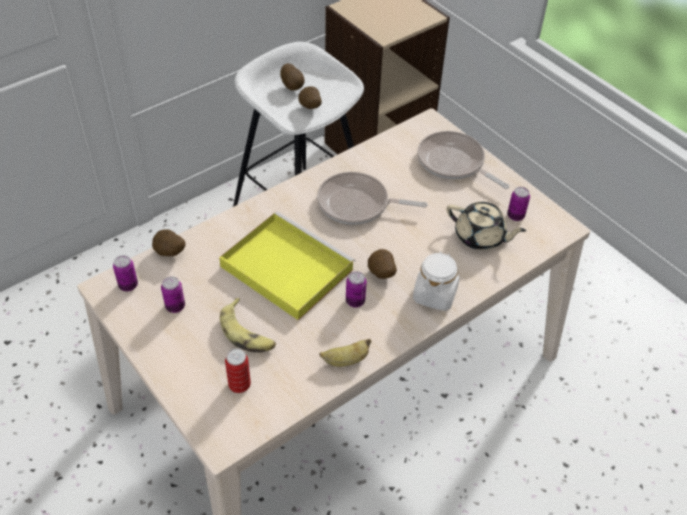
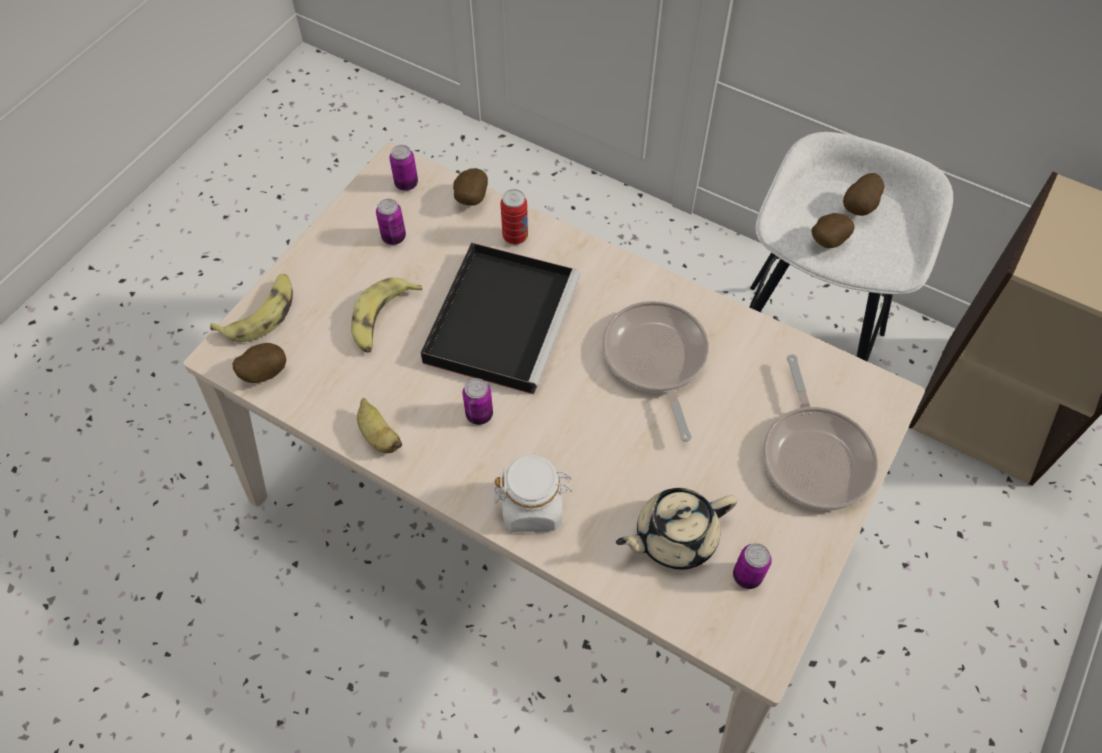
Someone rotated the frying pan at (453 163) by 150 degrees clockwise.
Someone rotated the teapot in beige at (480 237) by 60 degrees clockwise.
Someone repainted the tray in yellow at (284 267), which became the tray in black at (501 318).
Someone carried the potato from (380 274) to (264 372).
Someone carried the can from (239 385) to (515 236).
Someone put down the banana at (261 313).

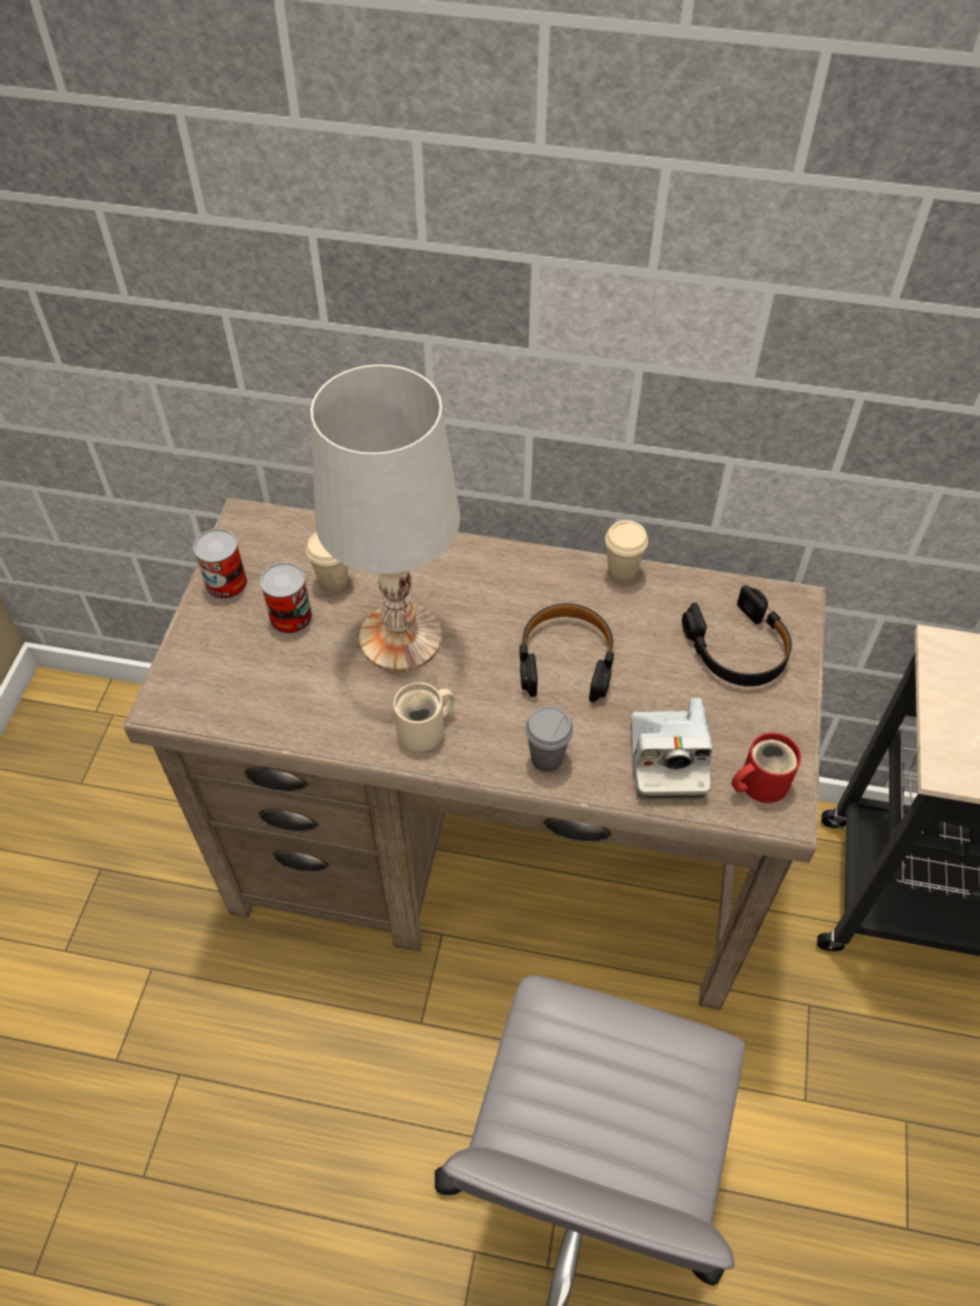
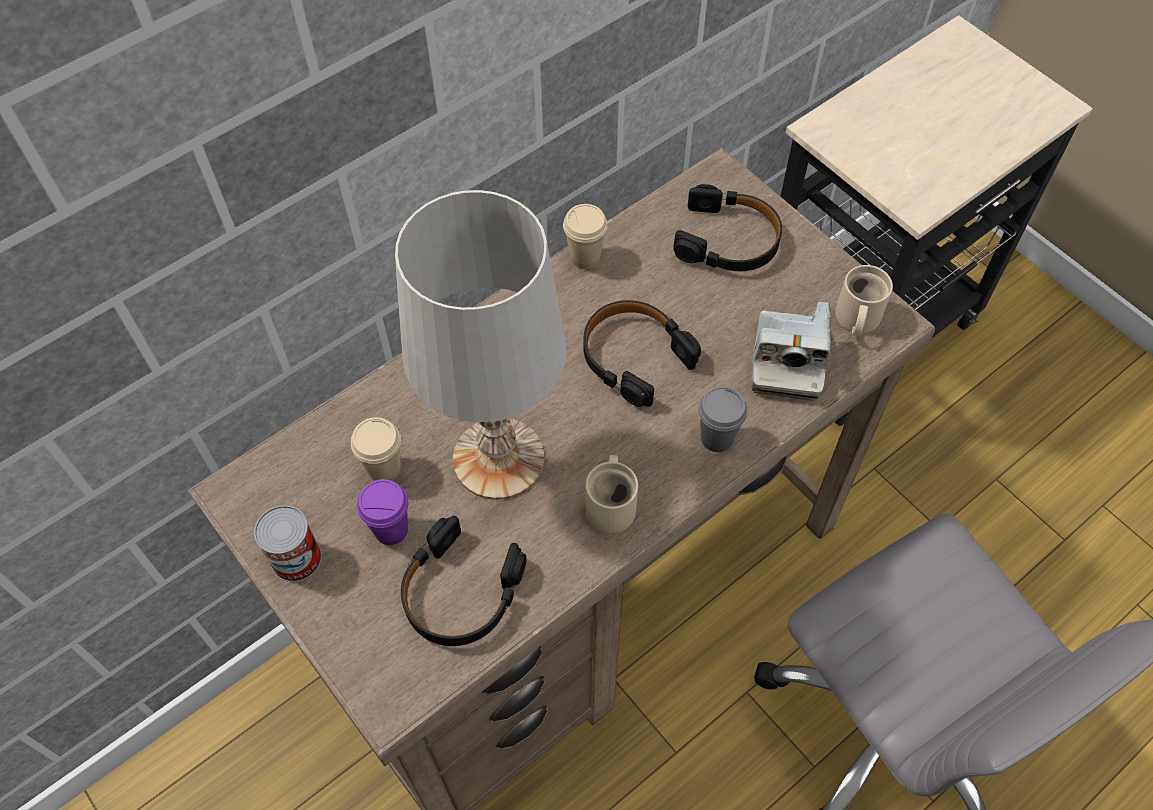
Someone swapped the can at (291 617) for the cup in purple at (391 530).
Someone rotated the photo camera at (666 760) by 60 degrees clockwise.
Someone repainted the mug in red at (759 782), which became the mug in beige at (855 318).
Someone put down the headphones in black at (460 592).

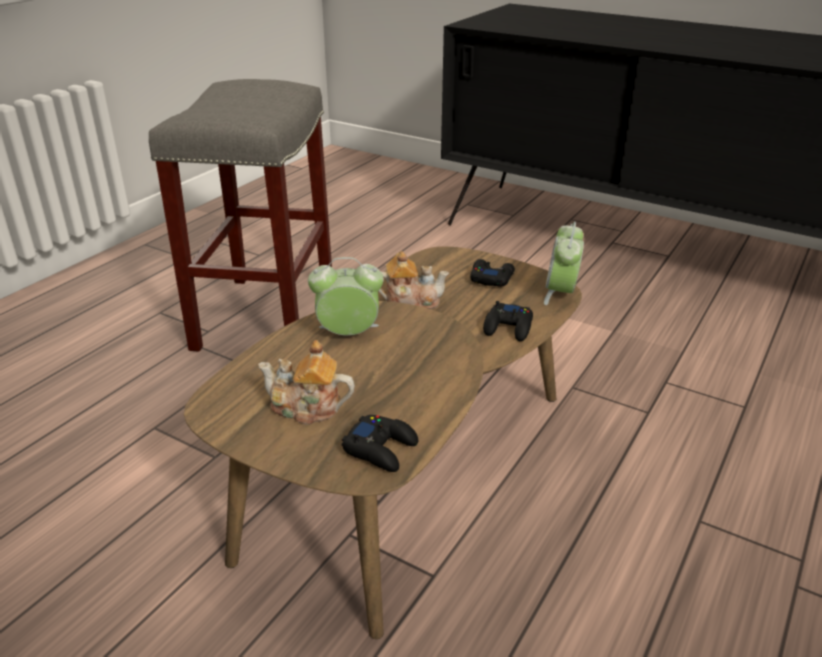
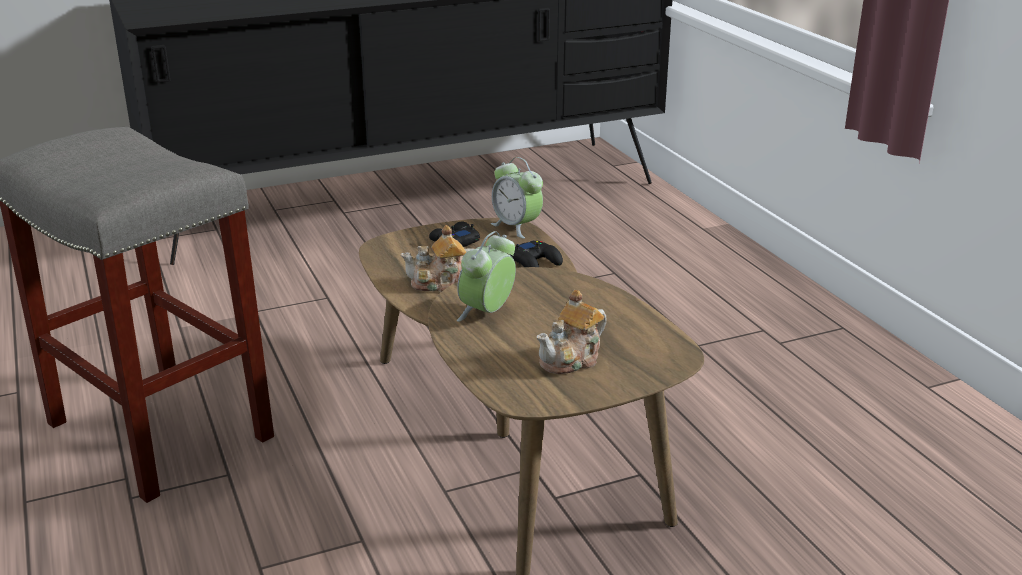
Someone rotated the teapot at (411 301) by 135 degrees counterclockwise.
Someone took away the game controller in black at (381 449).

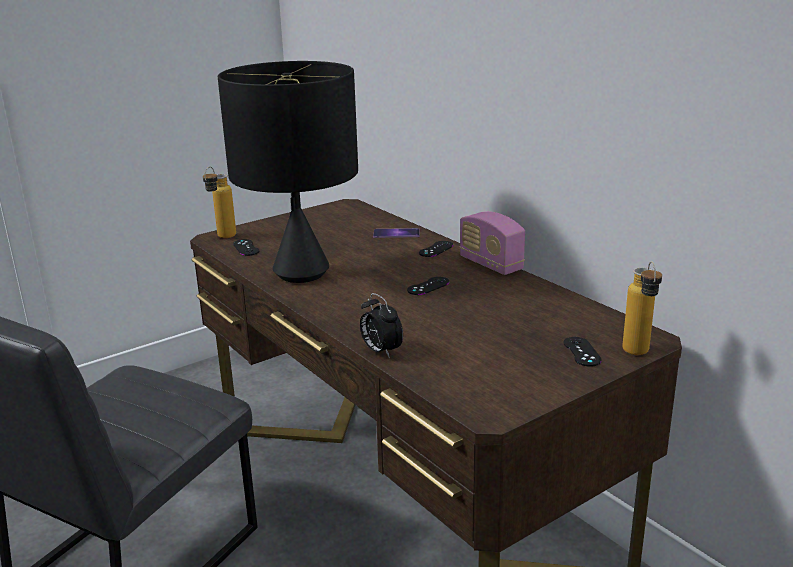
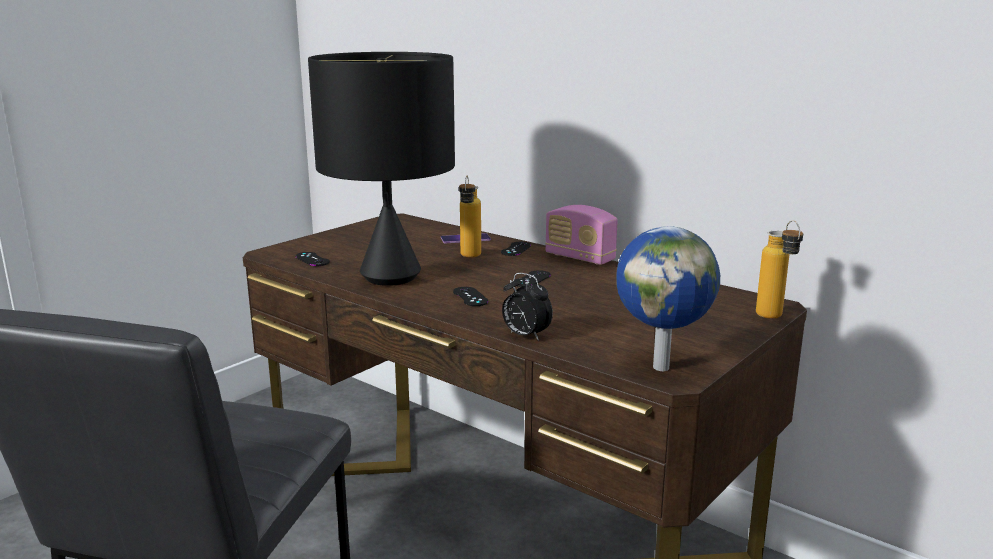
Someone carried the bottle from (222 238) to (469 257).
Someone carried the game controller in black from (582 352) to (470 297).
Someone put down the globe at (662 367).

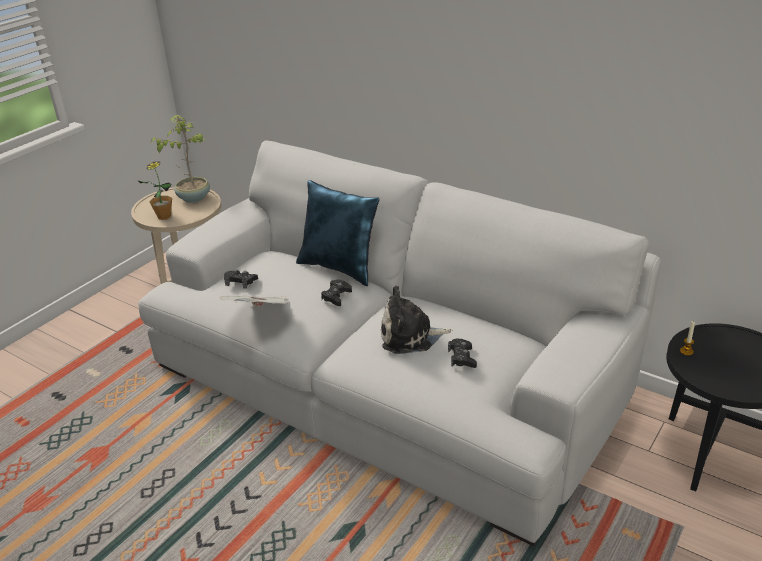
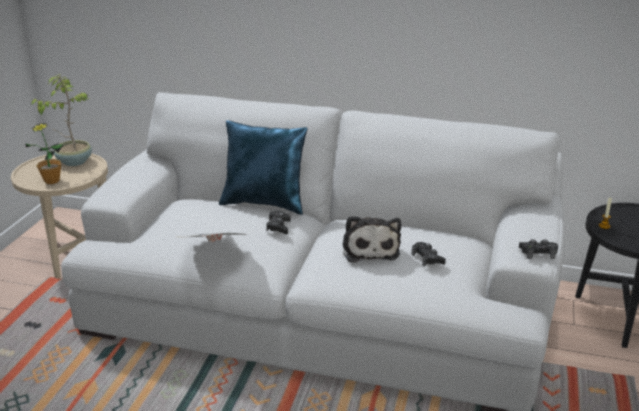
Someone carried the game controller in black from (240 282) to (538 253).
Someone rotated the plush toy at (410 336) by 75 degrees counterclockwise.

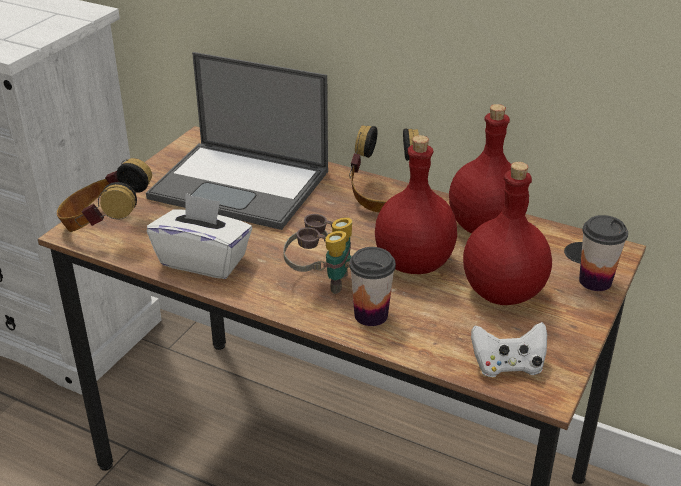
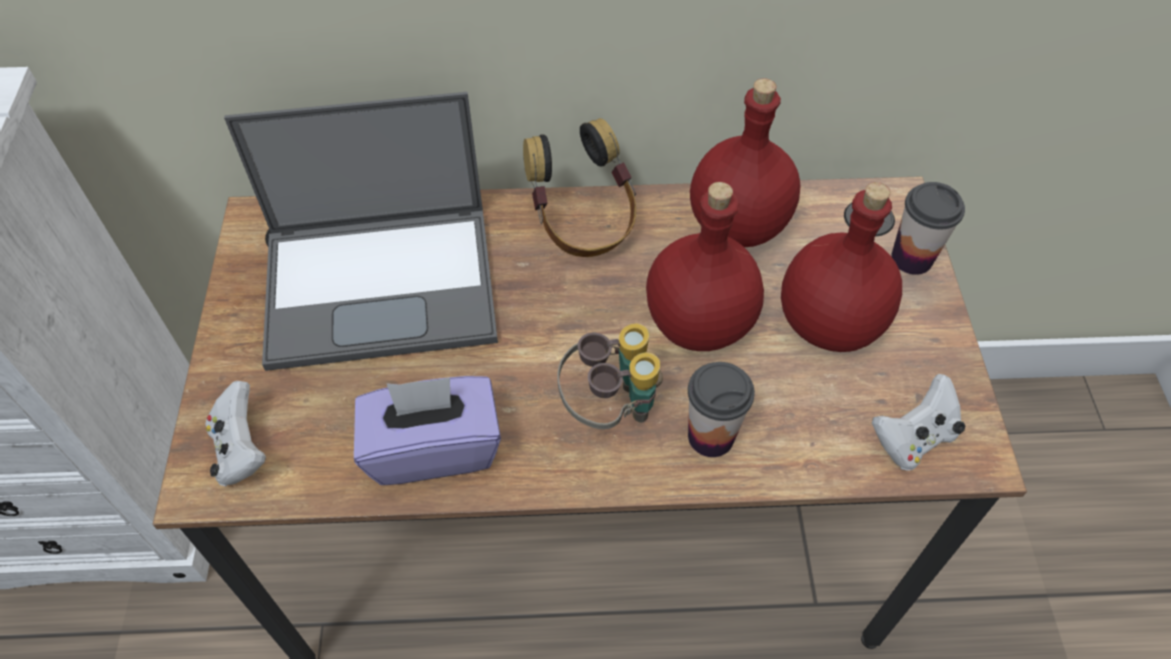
Someone swapped the headphones at (105 226) for the game controller in white at (241 450).
Someone repainted the tissue box in white at (204 260), which became the tissue box in purple at (433 448).

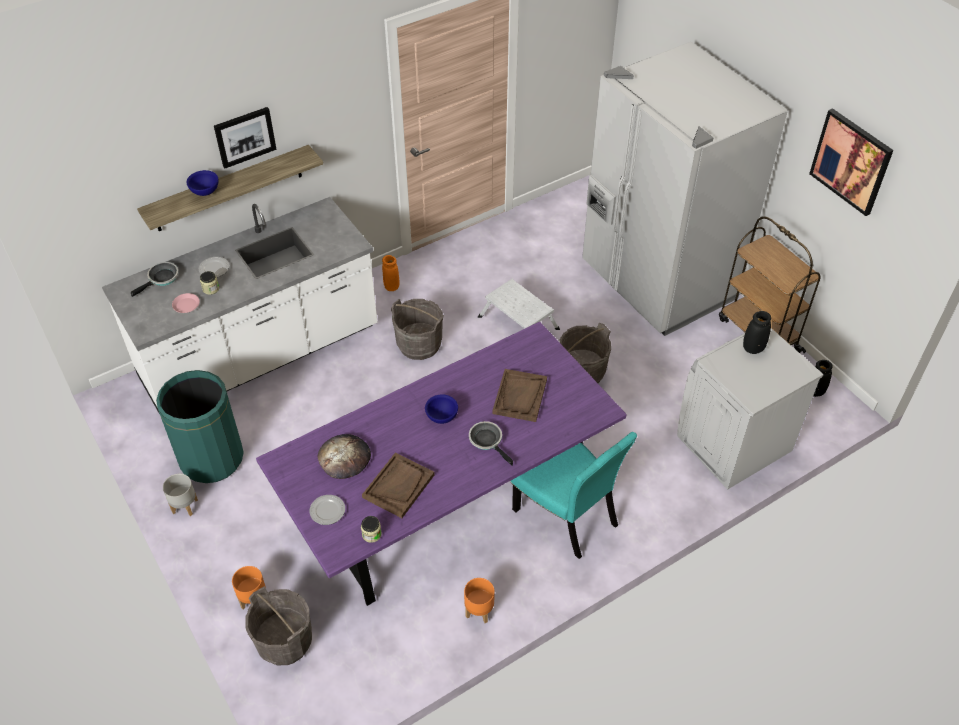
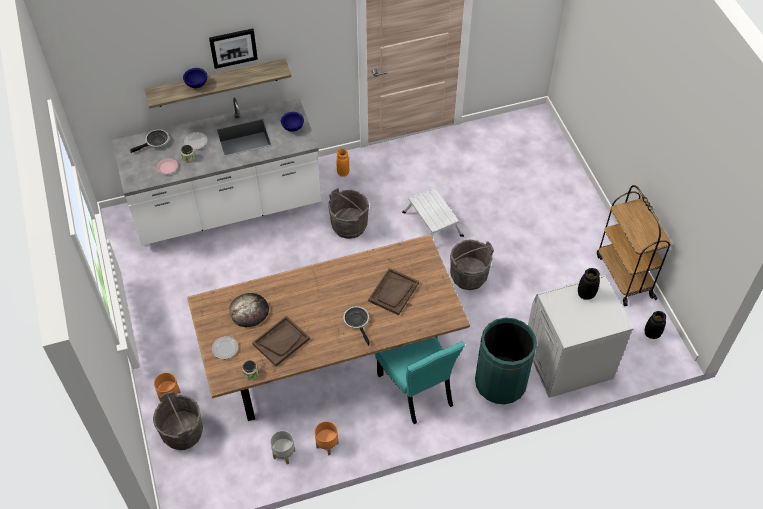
Someone took away the fridge in white at (658 281).
Someone took away the picture at (851 161).
Someone repainted the dining table in purple at (447 500), which became the dining table in brown at (330 355).
Someone carried the trash can in green from (212 458) to (500 382).
Someone carried the bowl in blue from (441 416) to (293 127).
Someone carried the planter in grey from (184 506) to (283 454).

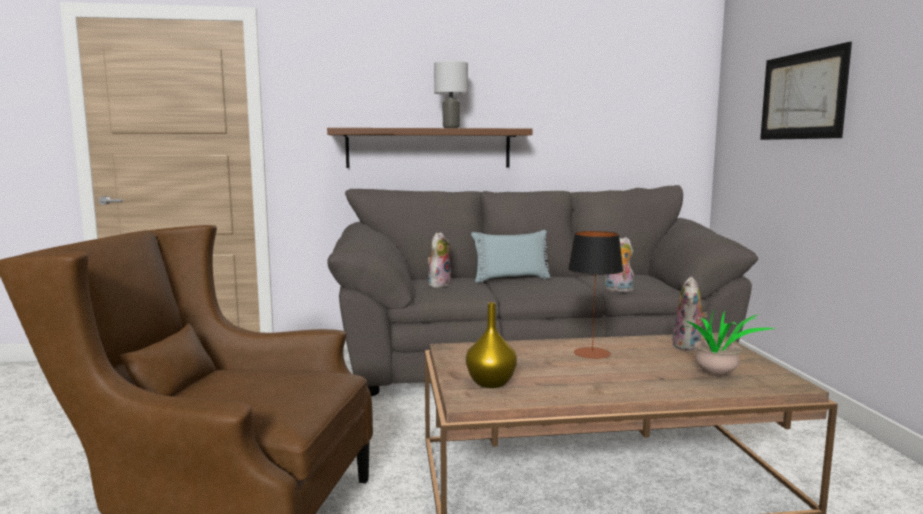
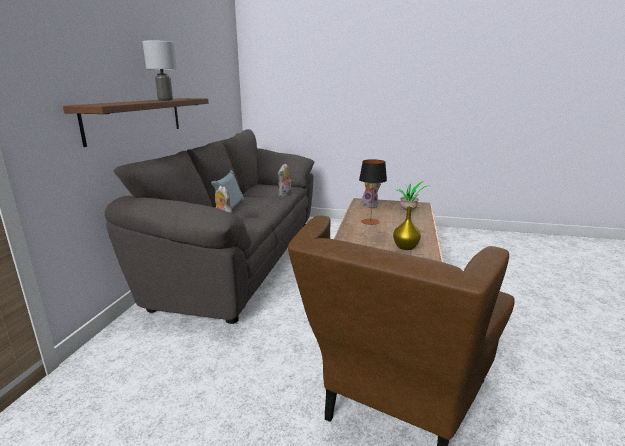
Someone took away the picture at (802 96).

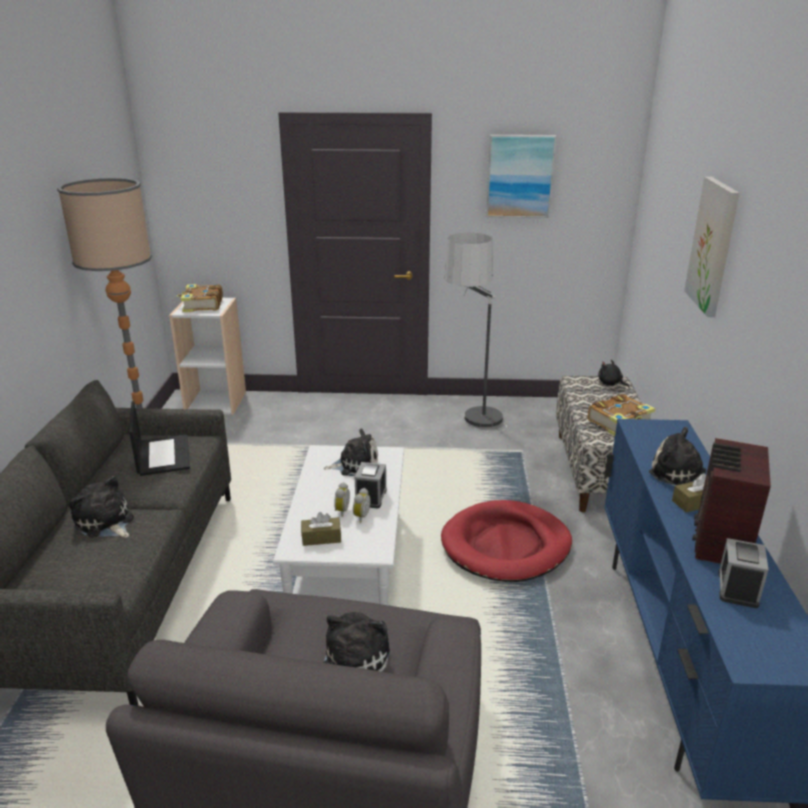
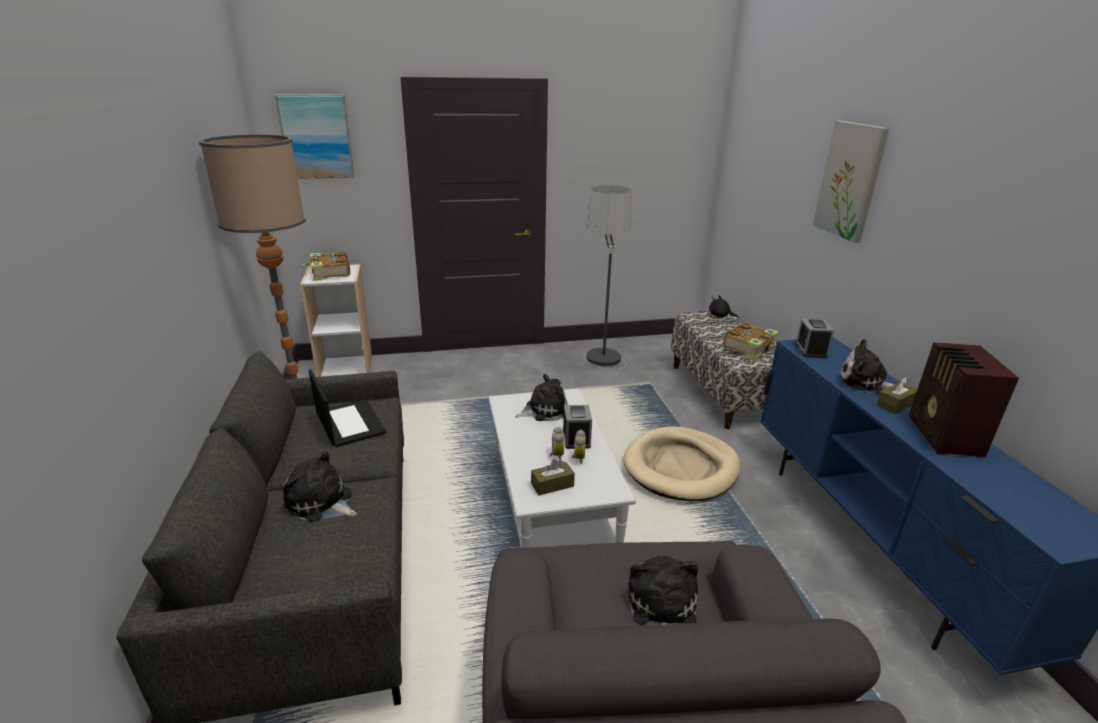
Someone carried the picture from (519 176) to (316 137).
Someone repainted the dog bed in red at (506 545), which became the dog bed in beige at (681 467).
Someone carried the alarm clock from (737 588) to (811 350).

